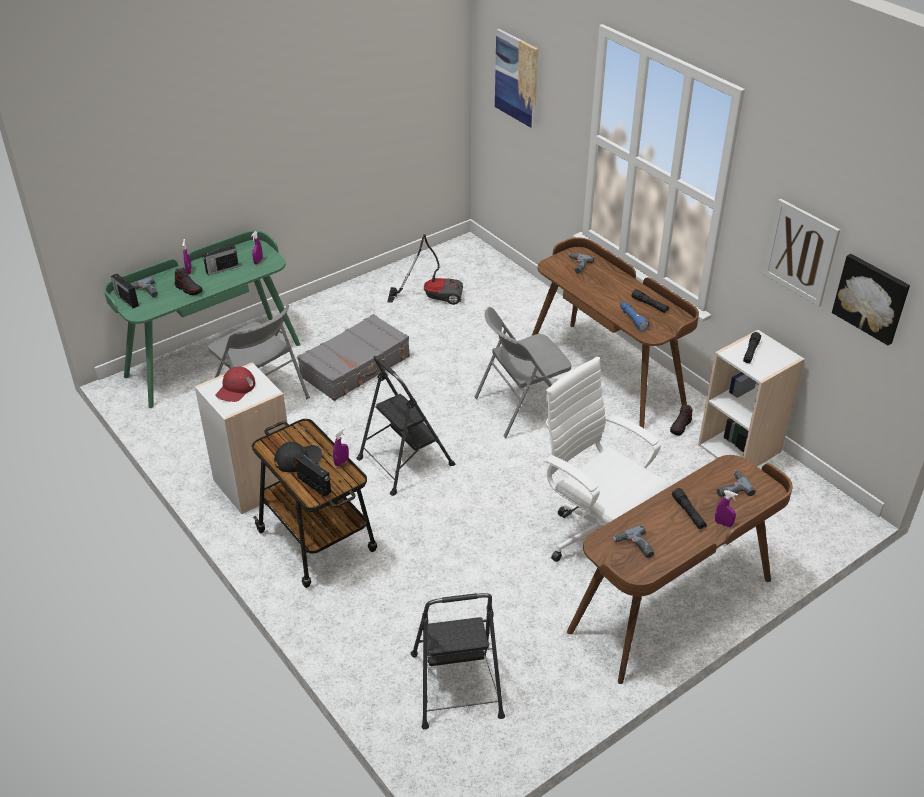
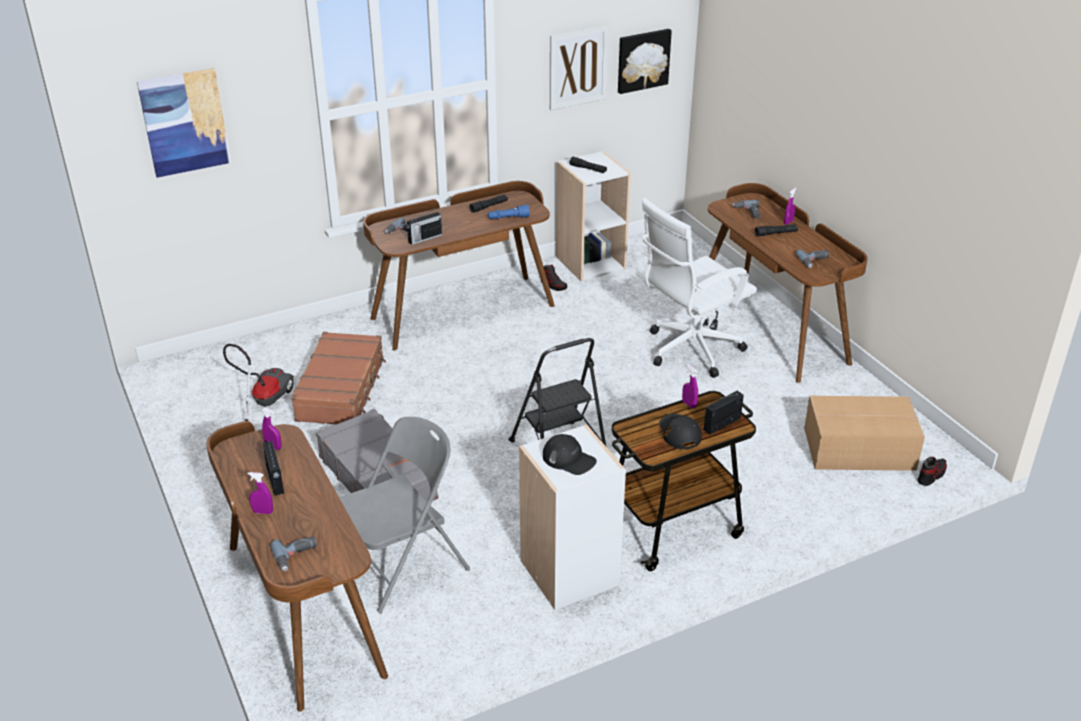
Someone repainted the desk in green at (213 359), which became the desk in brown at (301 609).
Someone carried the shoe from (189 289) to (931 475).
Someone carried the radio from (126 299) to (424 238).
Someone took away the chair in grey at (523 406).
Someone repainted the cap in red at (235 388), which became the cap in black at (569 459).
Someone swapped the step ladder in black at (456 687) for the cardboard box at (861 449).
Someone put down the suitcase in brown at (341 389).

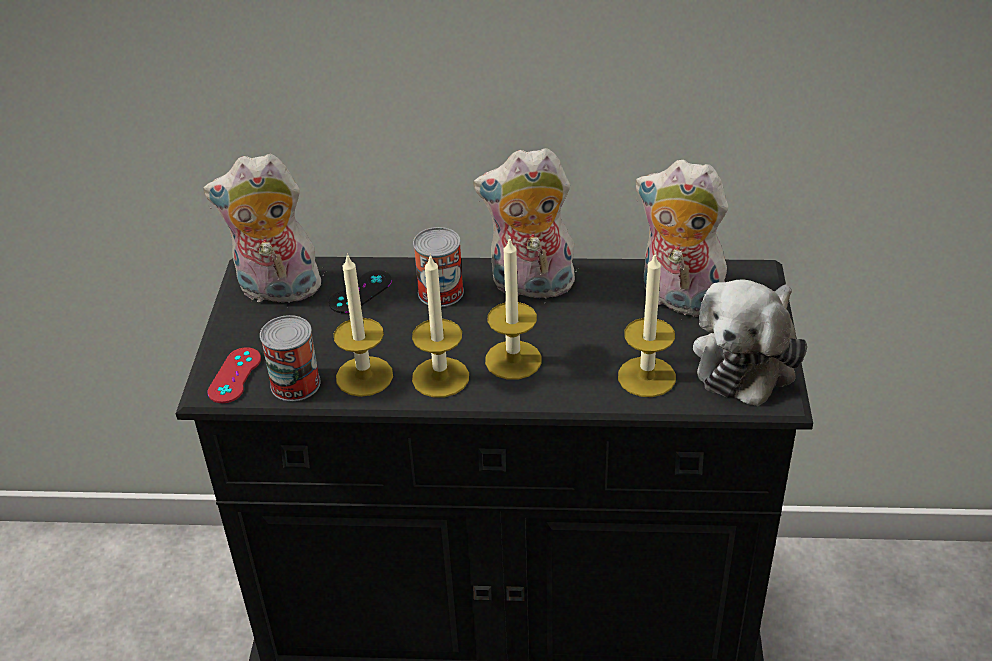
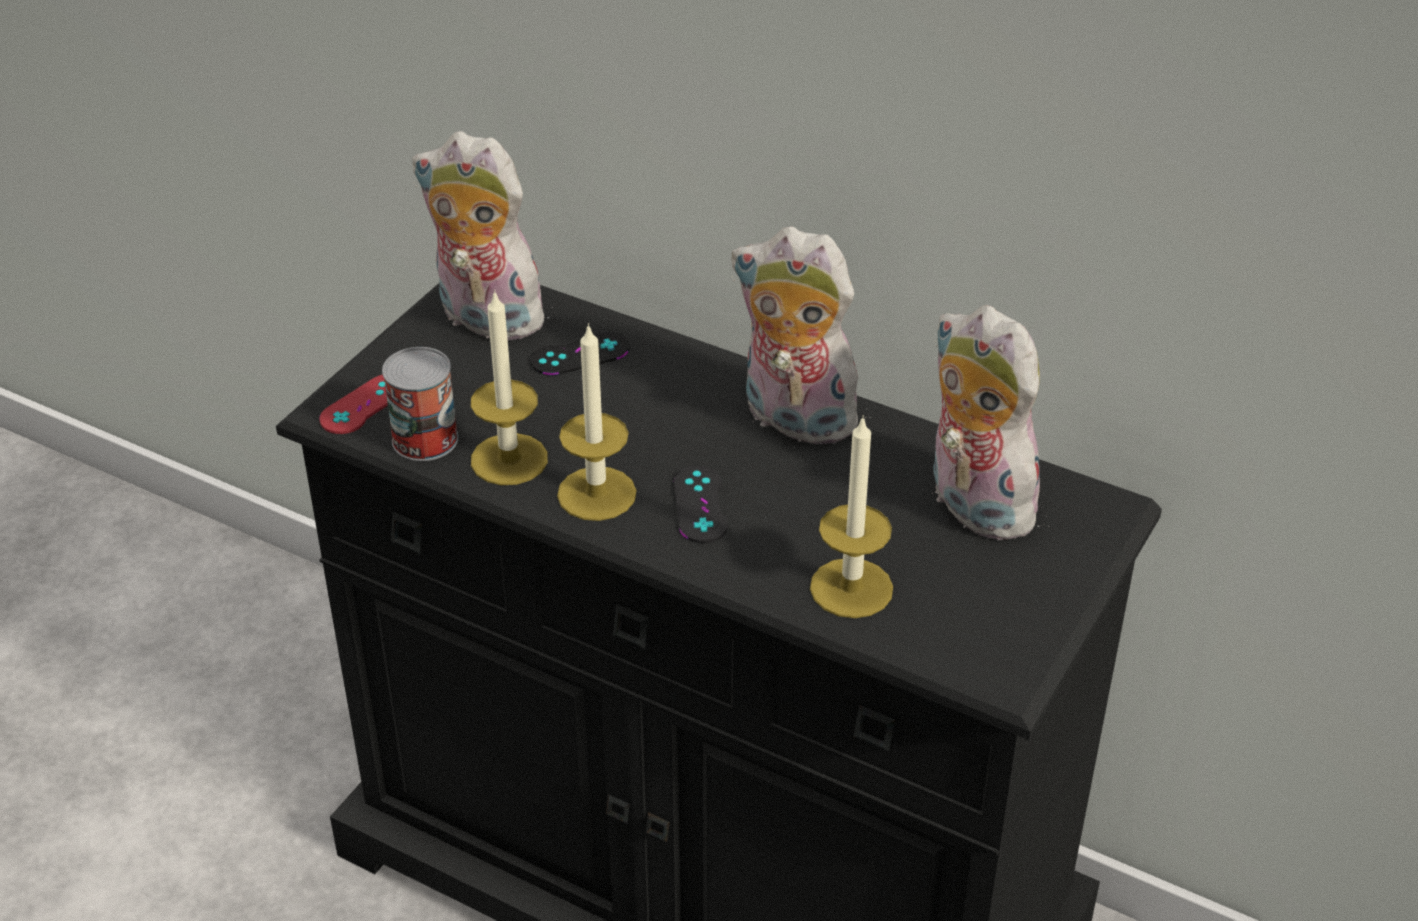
Someone took away the can at (440 292).
Someone swapped the candle at (513 360) for the game controller in black at (700 505).
Someone took away the plush toy at (748 358).

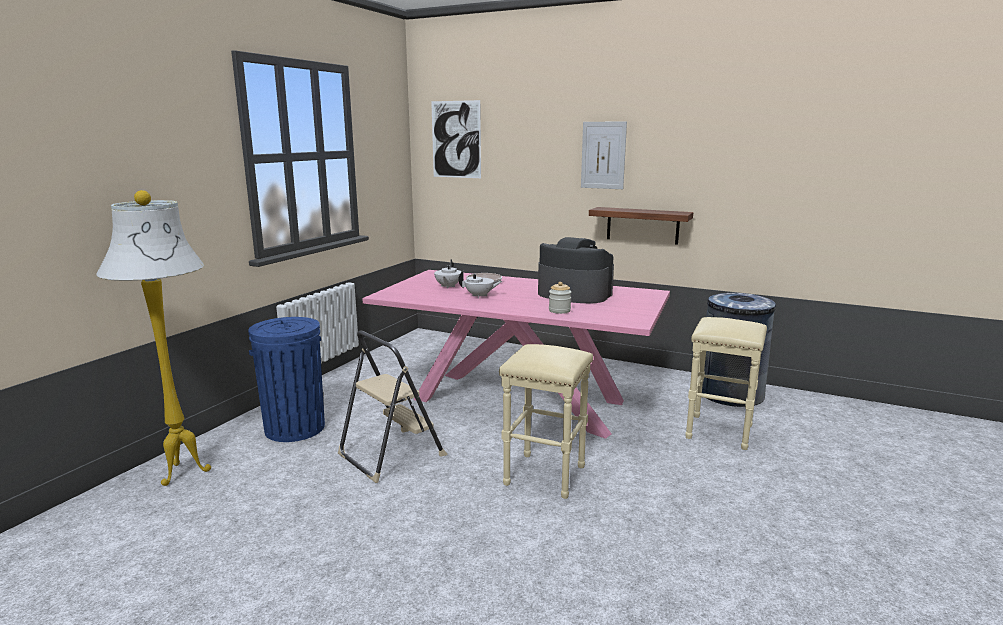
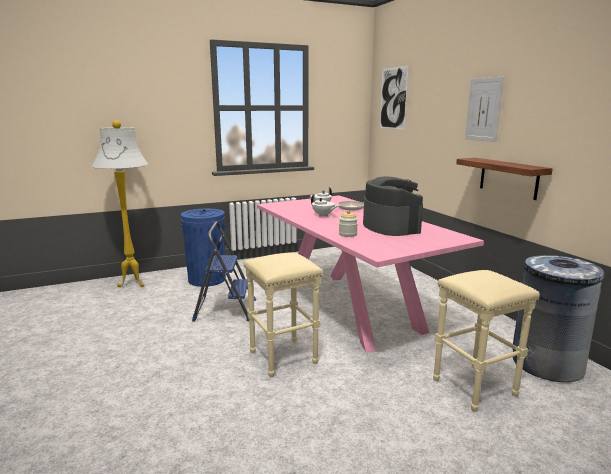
Someone repainted the step ladder in beige at (388 455), which became the step ladder in blue at (222 309).

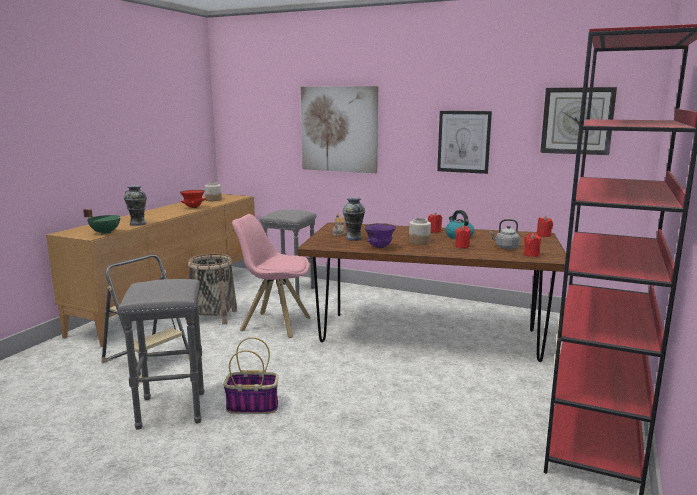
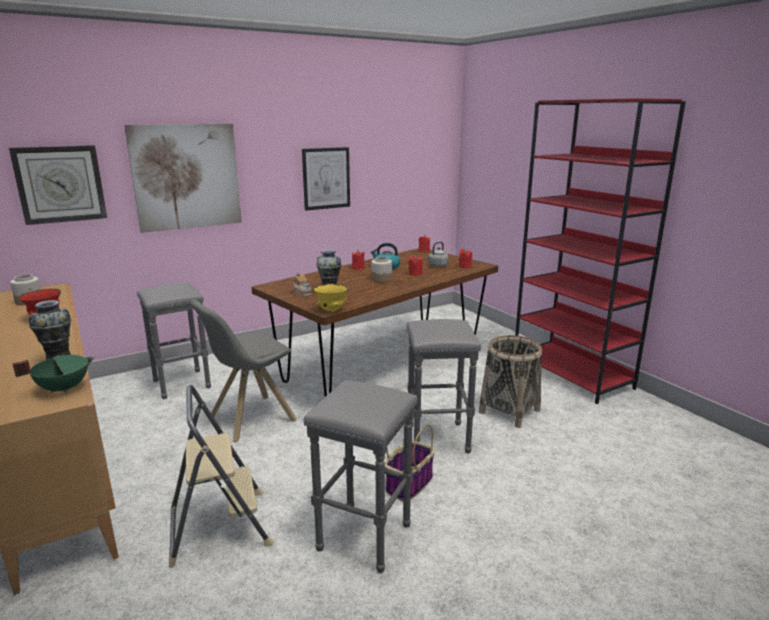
Someone carried the wall clock from (577 121) to (60 184).
Someone repainted the chair in pink at (275 324), which became the chair in grey at (251 418).
Someone took away the bowl in purple at (379 247).
Someone carried the basket from (214 316) to (509 411).
Someone put down the bowl in yellow at (331 311).
Someone put down the stool in grey at (439 437).

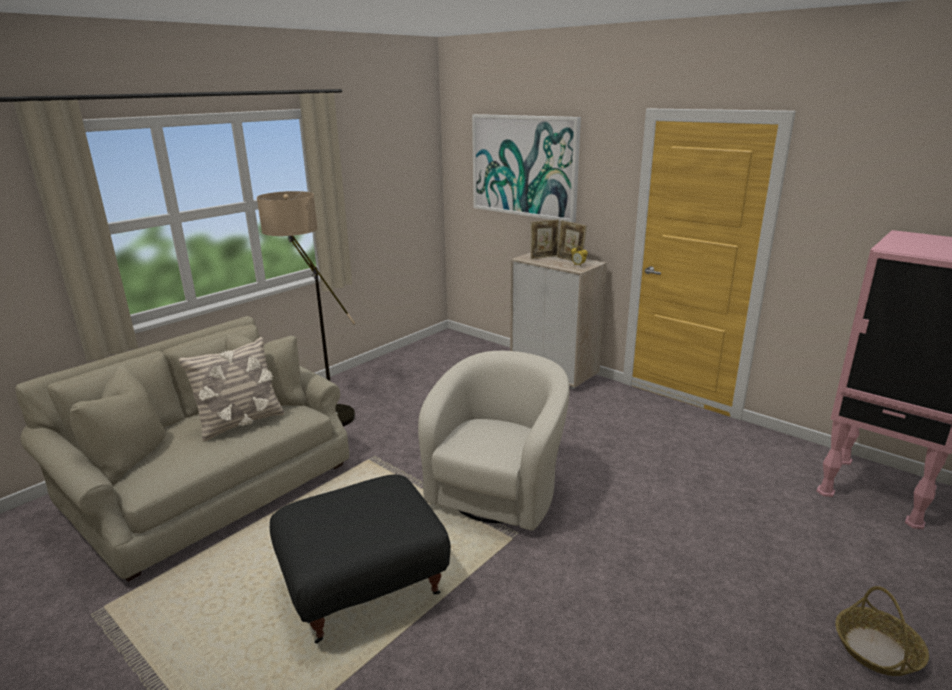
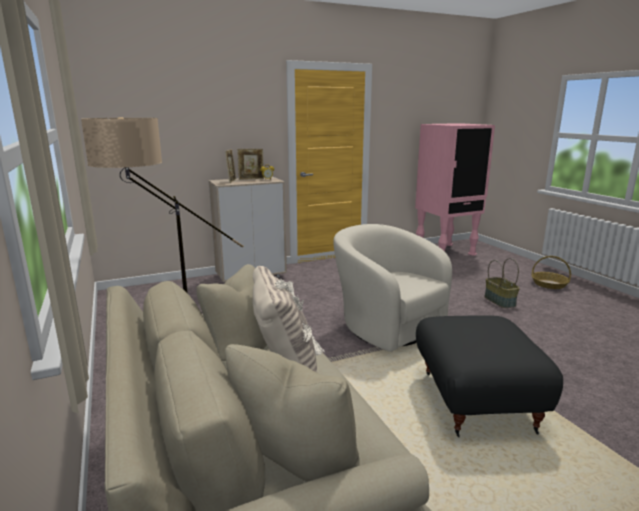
Someone took away the picture at (524 166).
Someone put down the basket at (500 301).

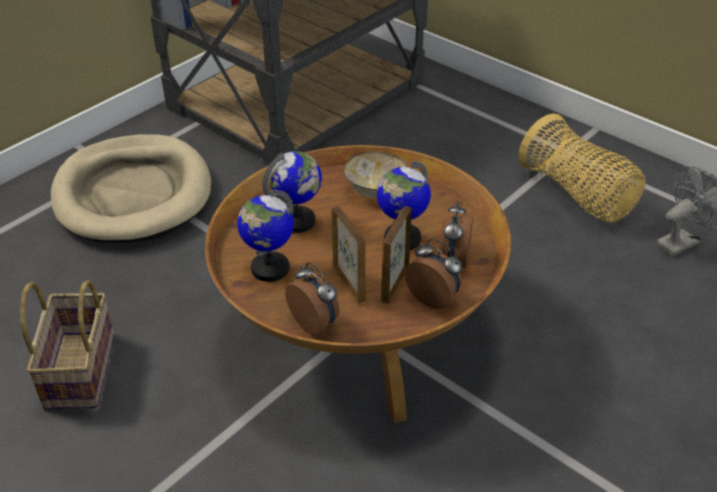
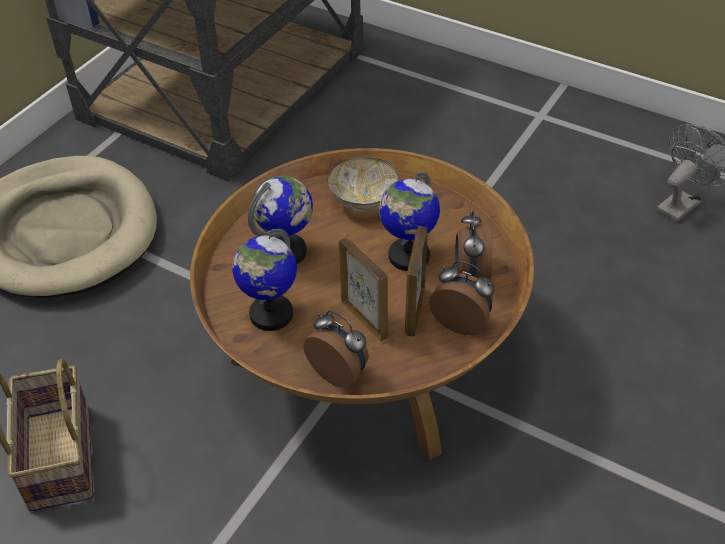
Someone took away the basket at (577 195).

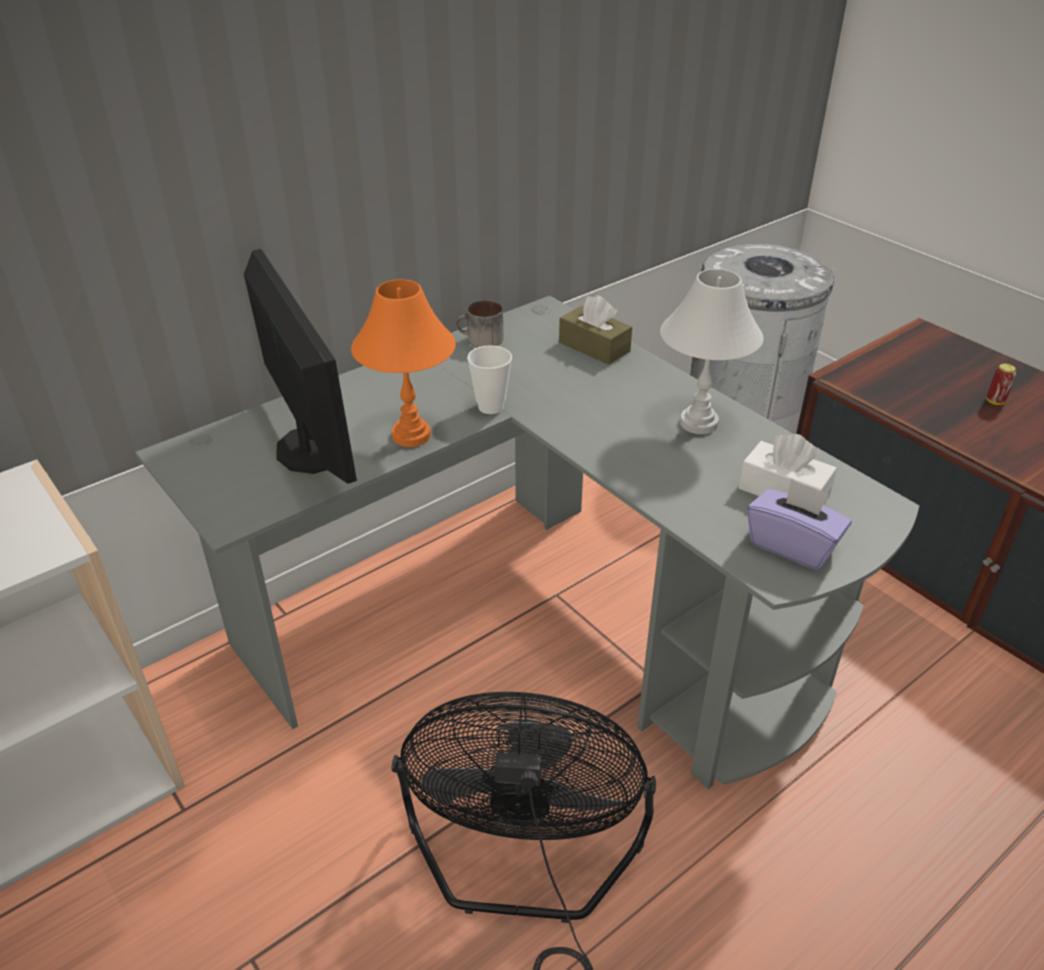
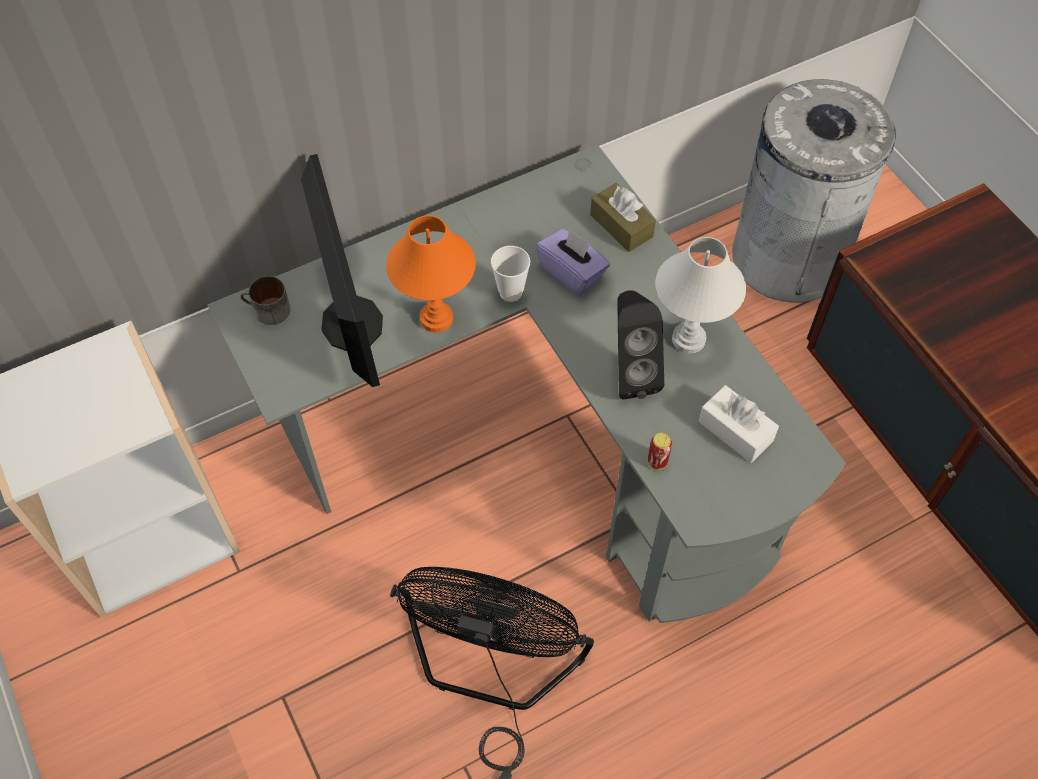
Someone carried the mug from (480 340) to (267 311).
Someone carried the can from (995 401) to (657 462).
Someone carried the tissue box in purple from (792 545) to (572 273).
Someone put down the speaker in black at (630 373).

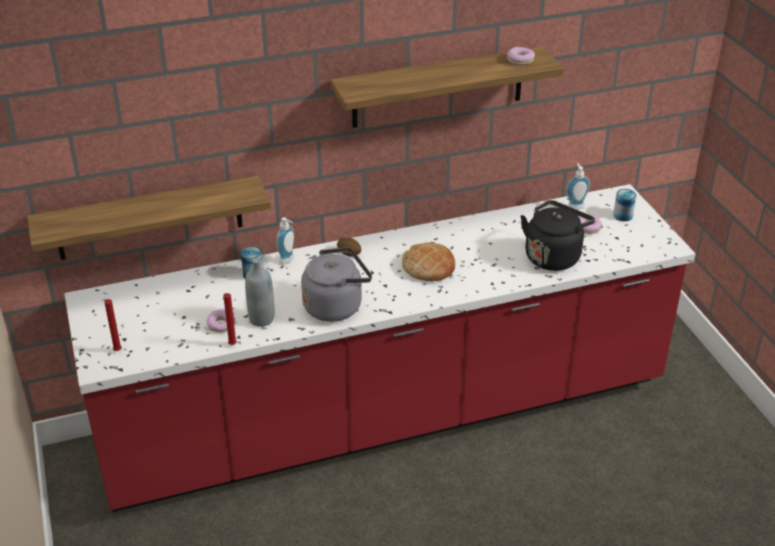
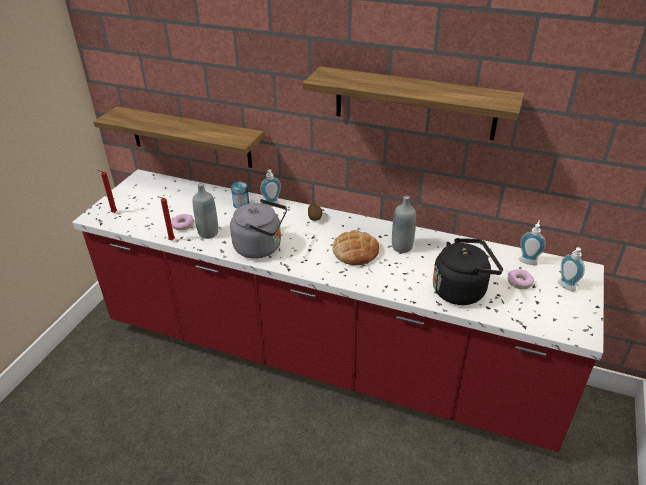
Someone took away the donut at (520 60).
Someone swapped the can at (623 215) for the soap dispenser at (565 287).
Someone put down the bottle in grey at (402 247).

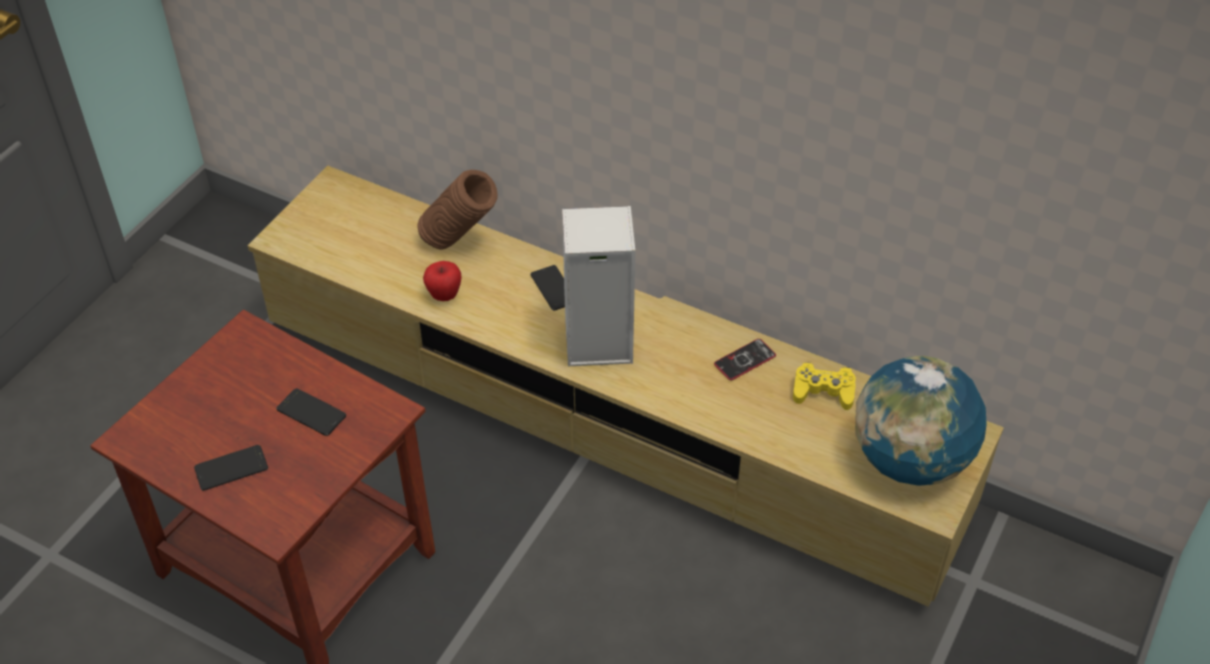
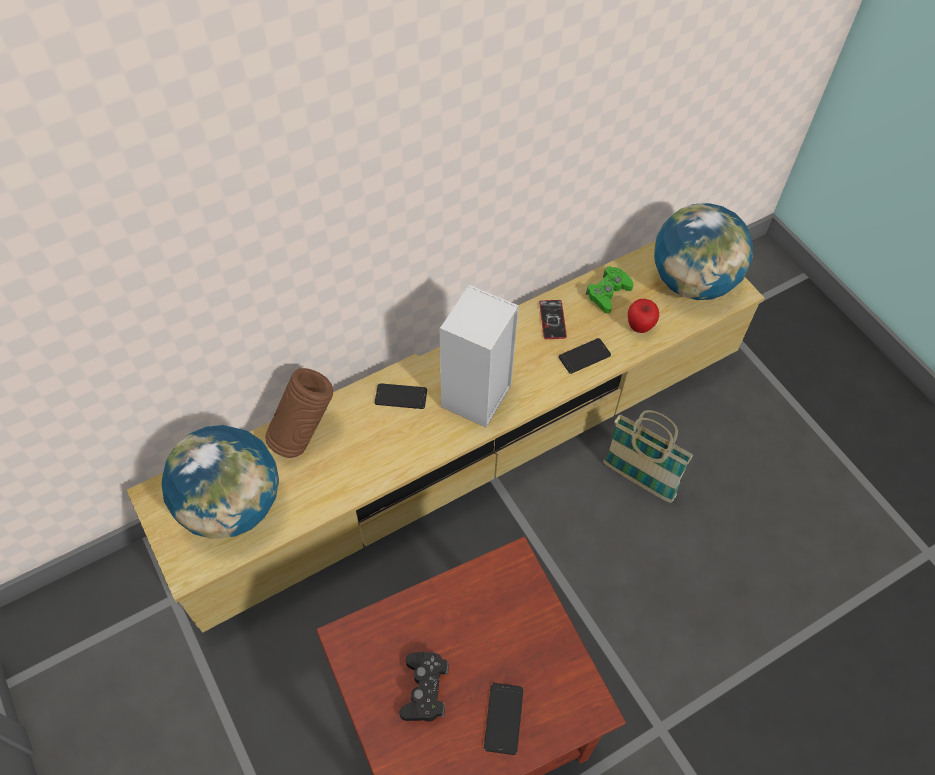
Someone carried the apple from (444 295) to (639 326).
Someone repainted the game controller in yellow at (823 391), which became the game controller in green at (608 293).
Someone carried the phone from (311 412) to (584 356).
Someone put down the basket at (638 480).
Someone put down the globe at (232 505).
Someone put down the game controller in black at (424 689).

